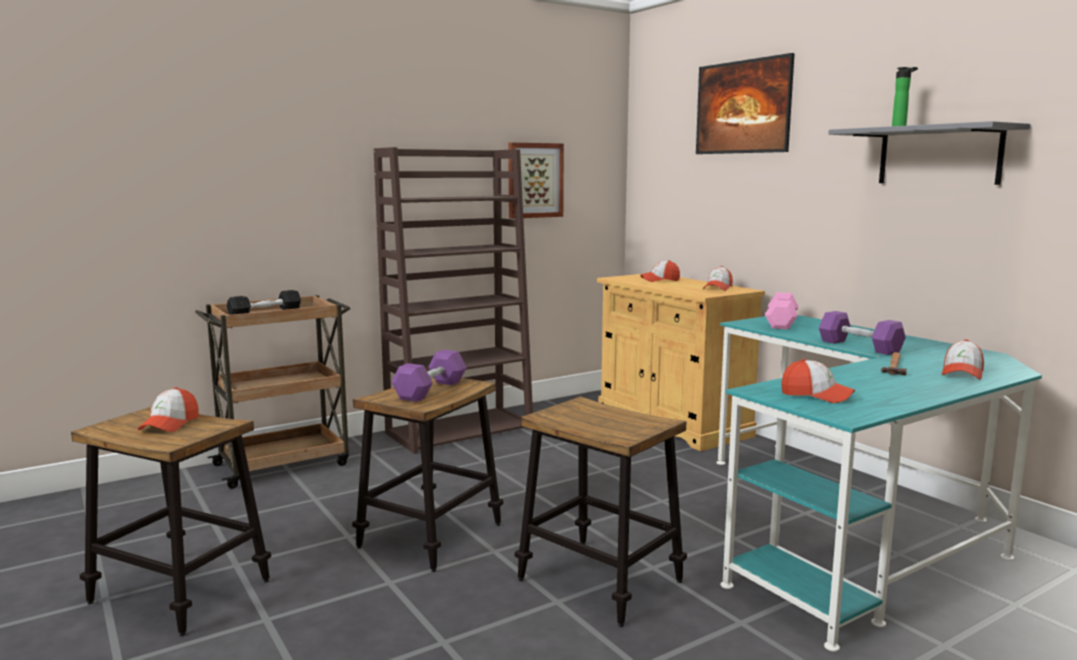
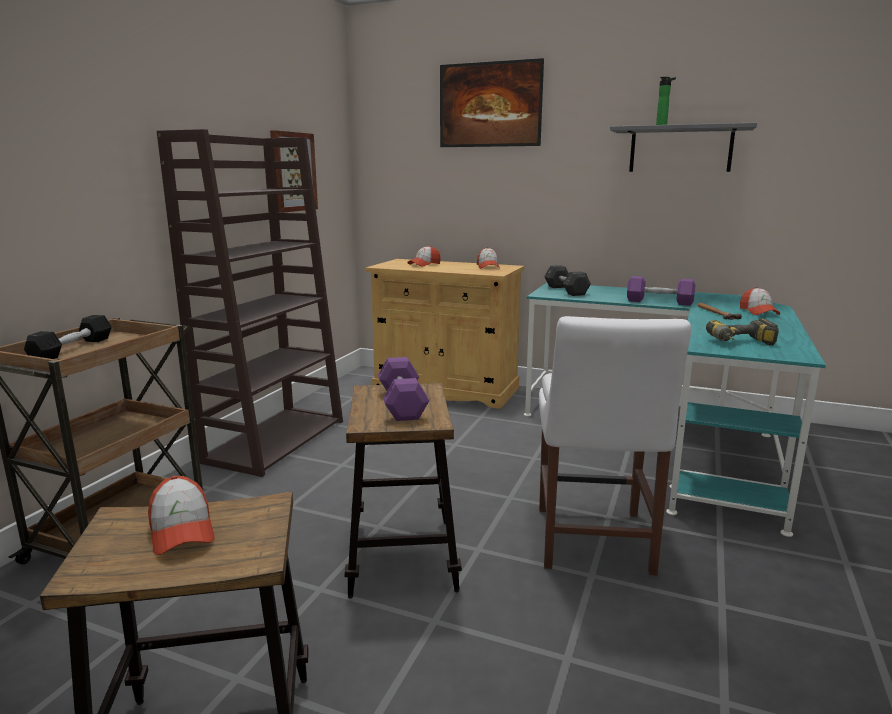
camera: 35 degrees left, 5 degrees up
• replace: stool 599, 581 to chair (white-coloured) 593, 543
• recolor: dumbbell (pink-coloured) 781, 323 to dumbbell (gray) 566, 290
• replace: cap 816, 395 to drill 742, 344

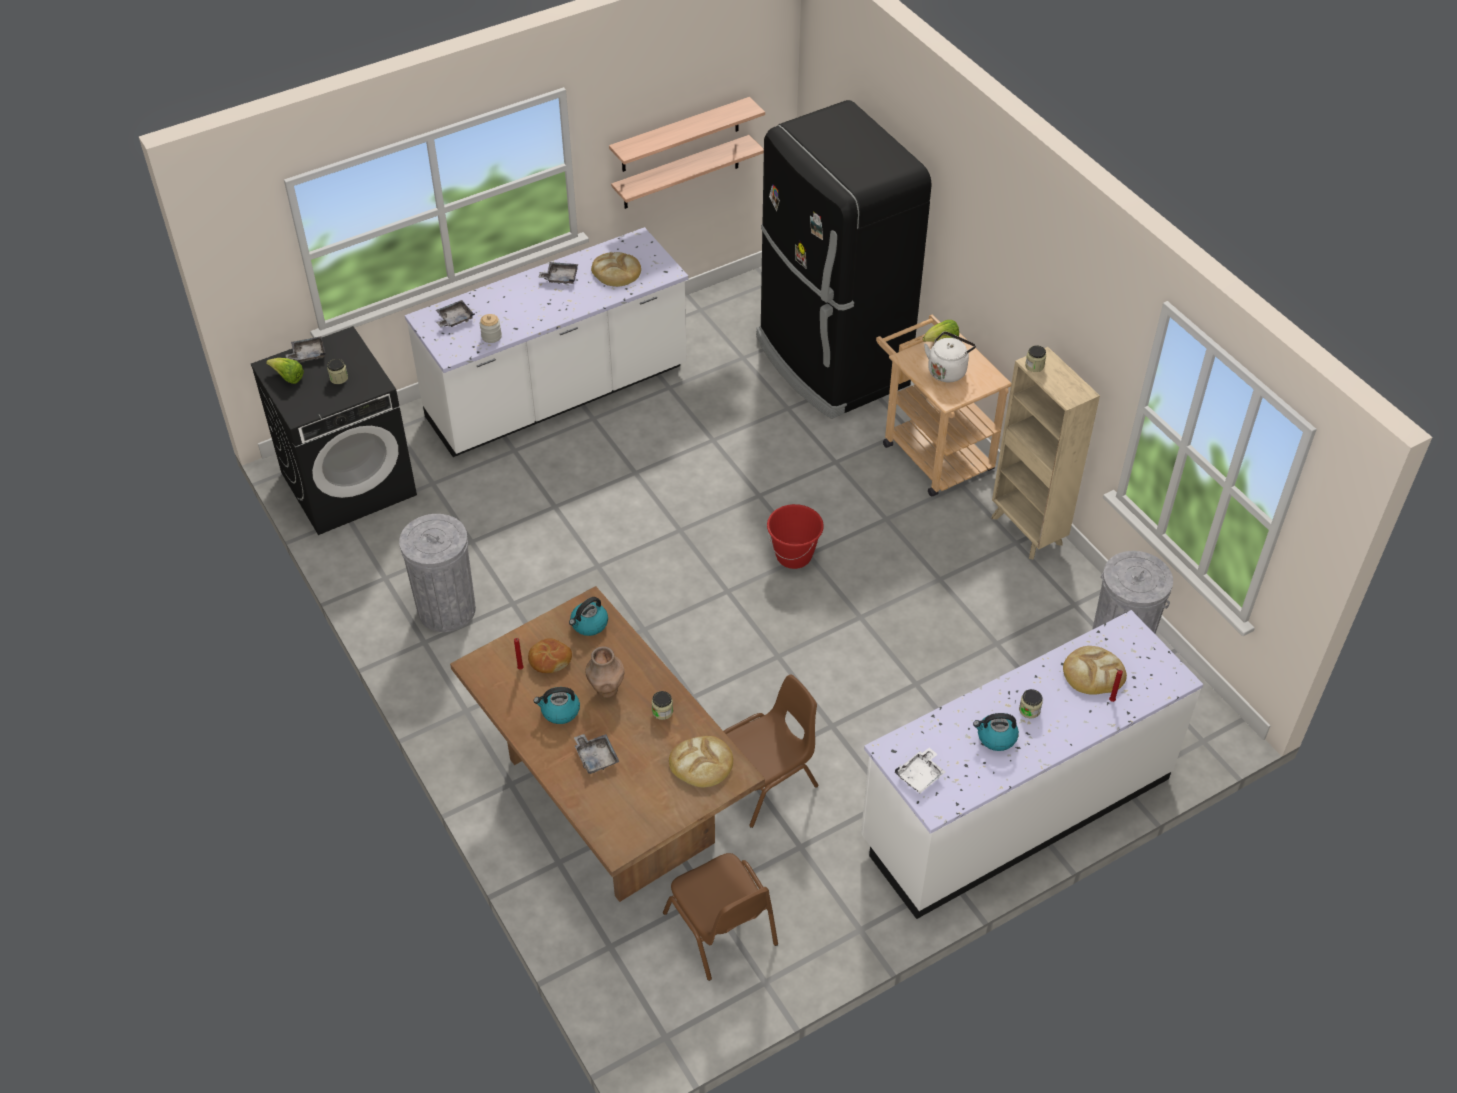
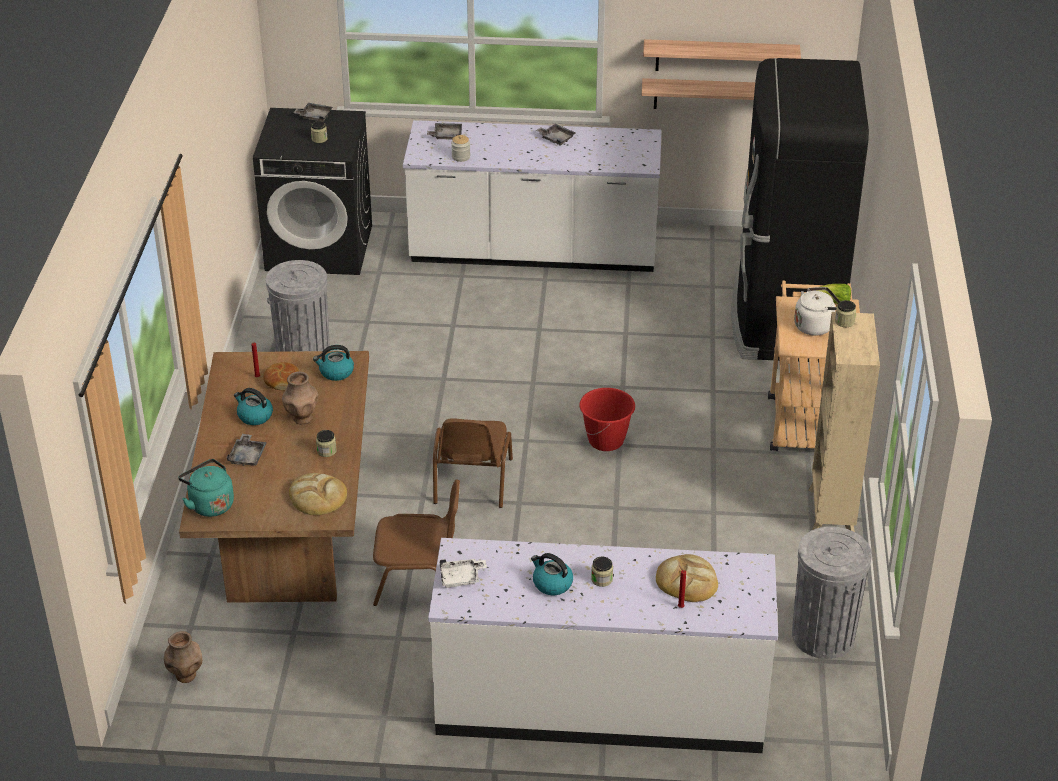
camera: 35 degrees right, 10 degrees down
• delete: lettuce head 288, 377
• delete: bakery bread 616, 272
• move: chair (brown-coloured) 722, 930 to 471, 482
• insert: decorative vase (brown-coloured) 186, 676
• insert: tea kettle (turquoise-coloured) 209, 504

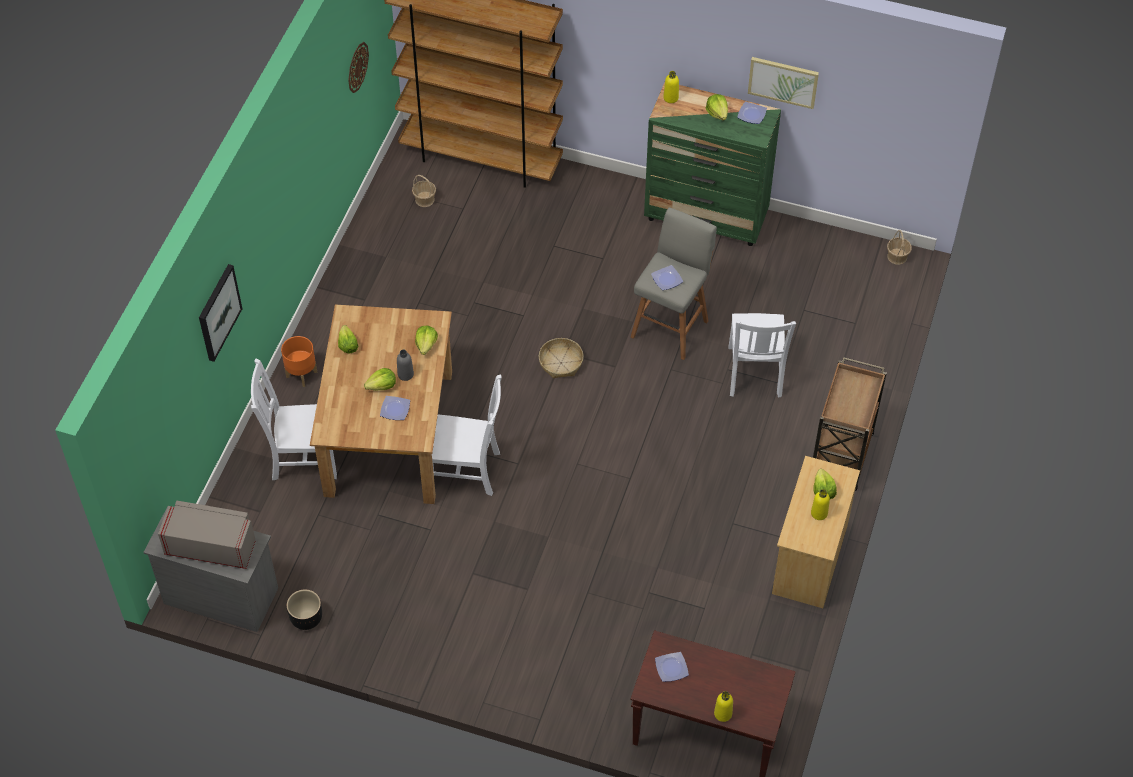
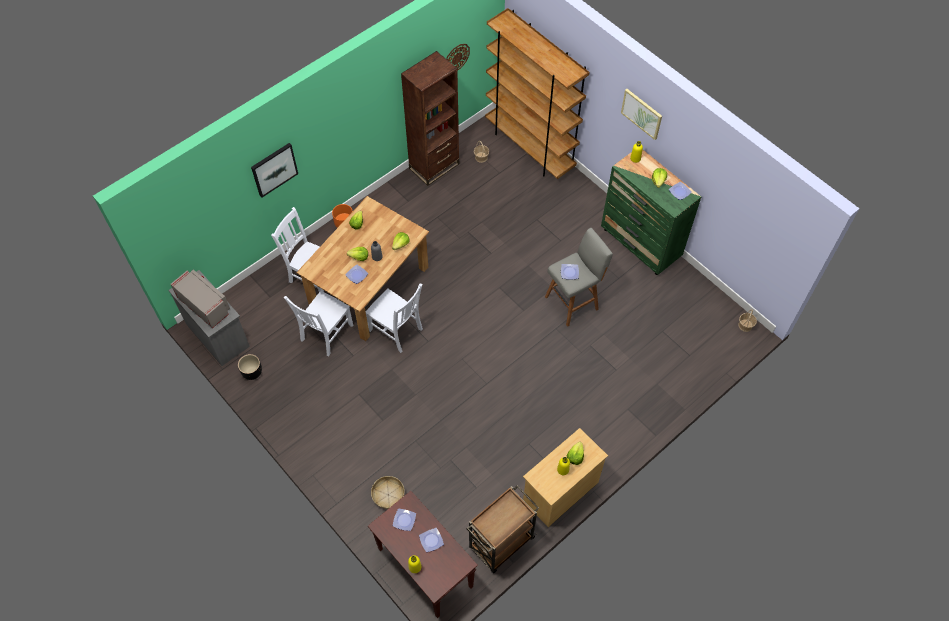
camera: 30 degrees right, 5 degrees up
• move: storage basket 561, 363 to 388, 495
• move: chair (white-coloured) 754, 373 to 325, 334
• move: wall picture 783, 81 to 642, 113
• move: trolley (brown-coloured) 841, 458 to 501, 544
• insert: shelving unit (brown-coloured) 434, 166
• insert: plate 432, 540

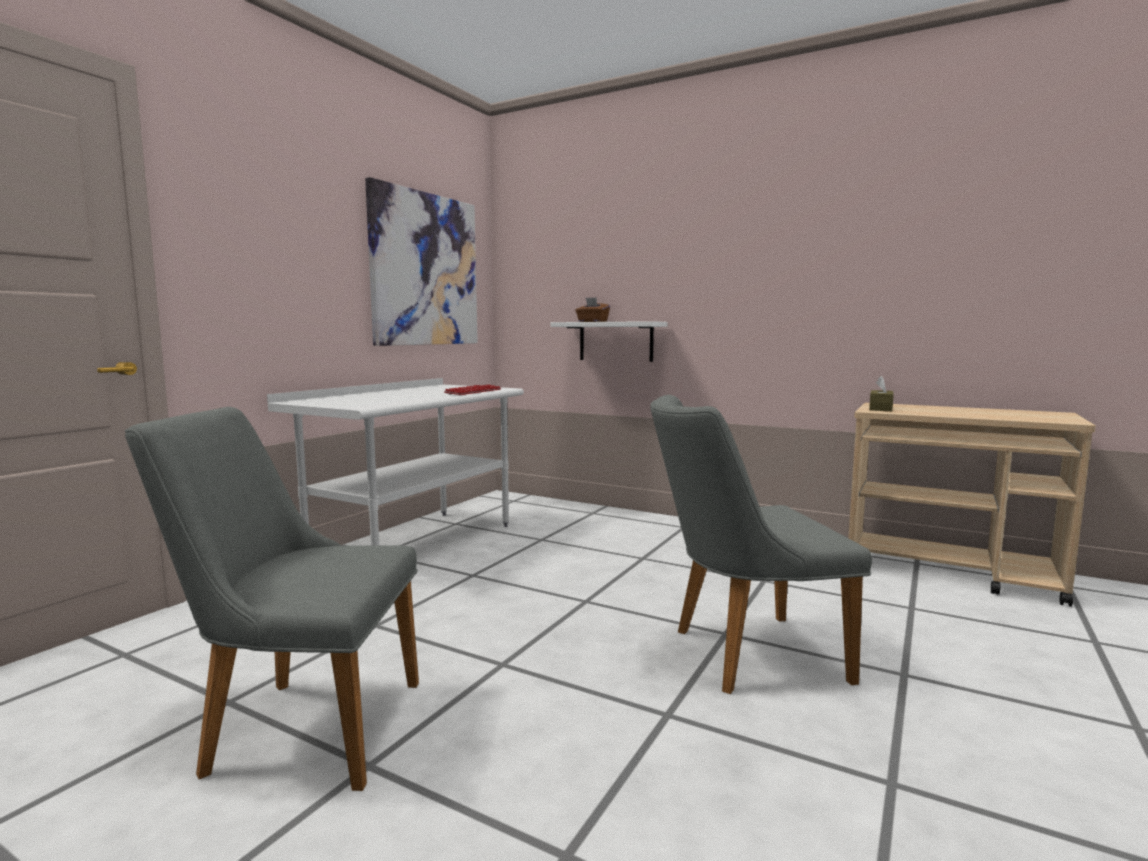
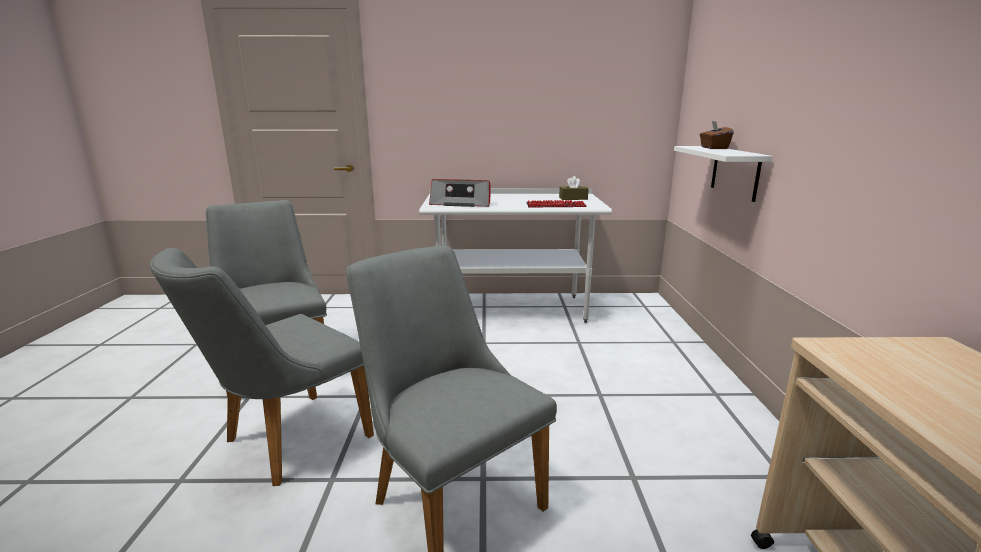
camera: 60 degrees right, 10 degrees up
• delete: wall picture 425, 270
• move: tissue box (brown-coloured) 880, 408 to 573, 198
• insert: chair (gray) 285, 443
• insert: radio receiver 461, 203

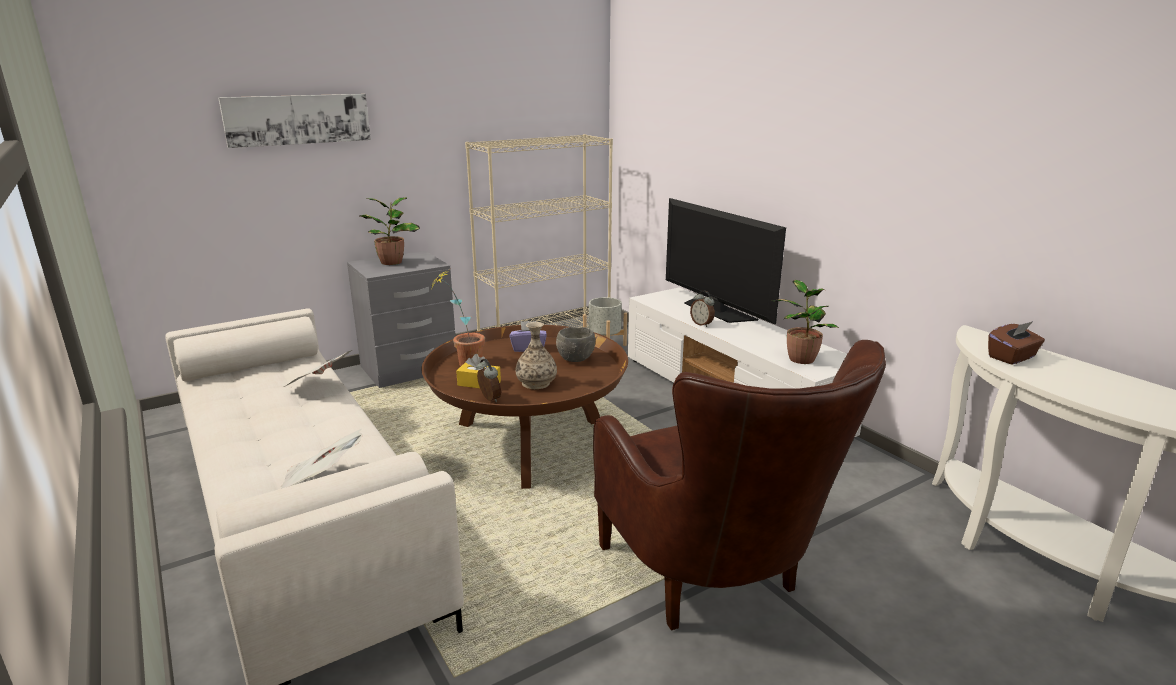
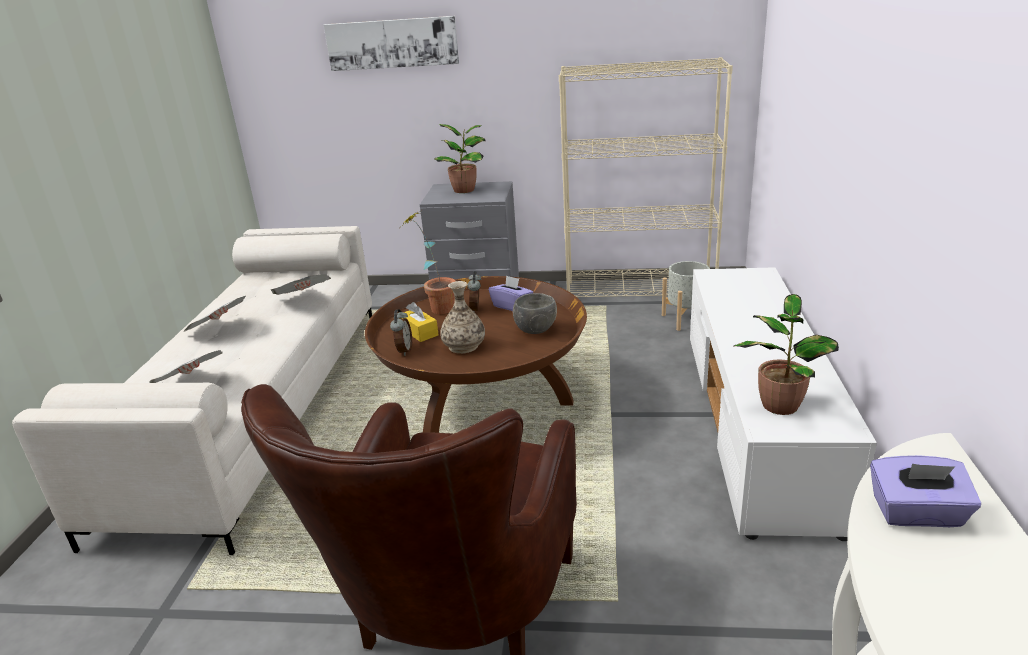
camera: 40 degrees right, 5 degrees up
• delete: TV 716, 310
• move: bedside clock 702, 324 to 476, 309
• recolor: tissue box (brown-coloured) 1012, 357 to tissue box (purple) 917, 513
• insert: newspaper 219, 330

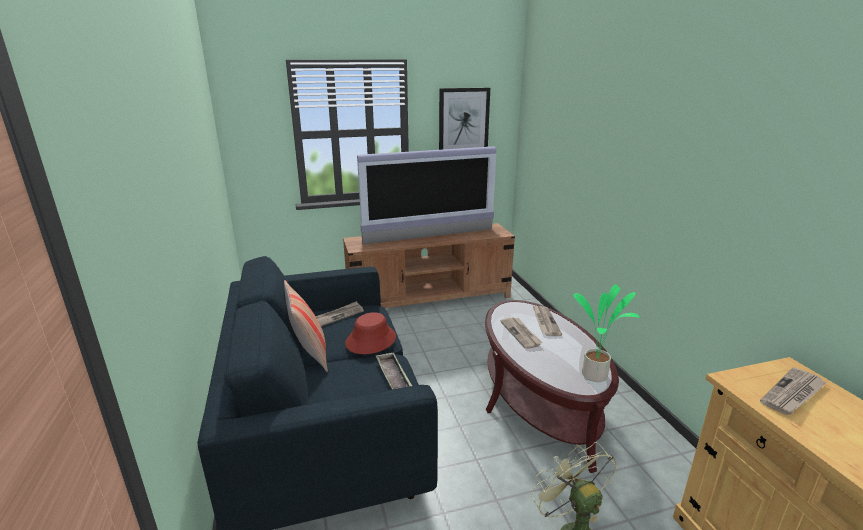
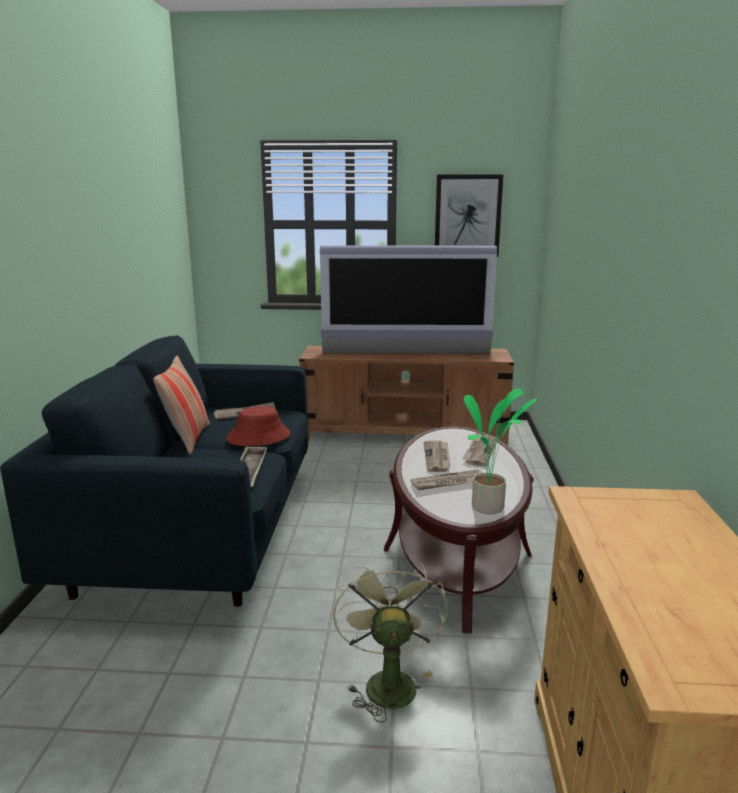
camera: 20 degrees right, 5 degrees down
• move: newspaper 793, 394 to 449, 483

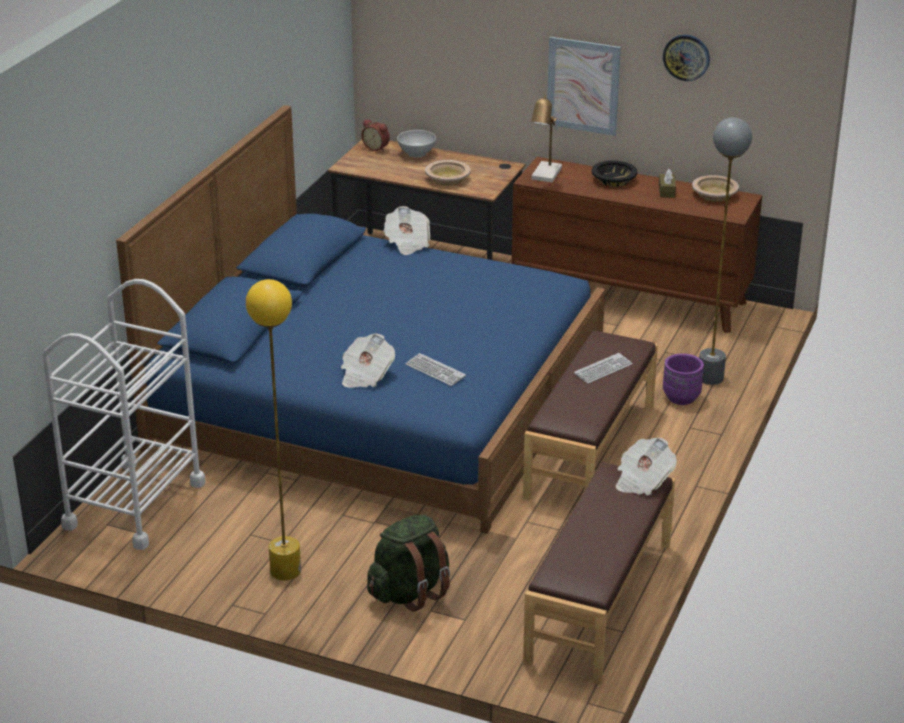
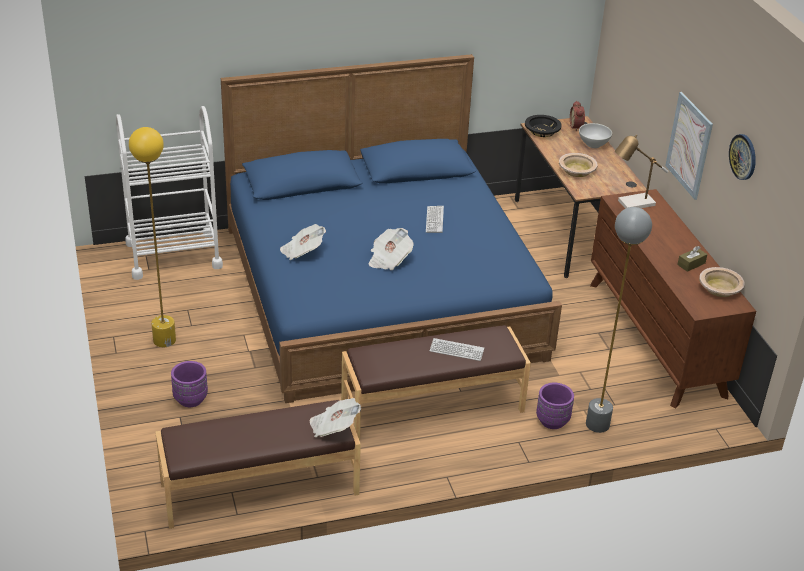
camera: 50 degrees right, 5 degrees up
• replace: backpack (green-coloured) 410, 592 to planter (purple) 190, 399
• move: newspaper 407, 243 to 389, 259
• move: PC keyboard 435, 371 to 434, 220
• move: deep dish (black) 614, 180 to 542, 131

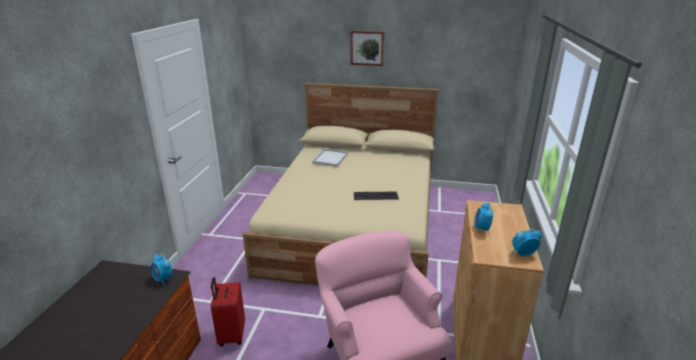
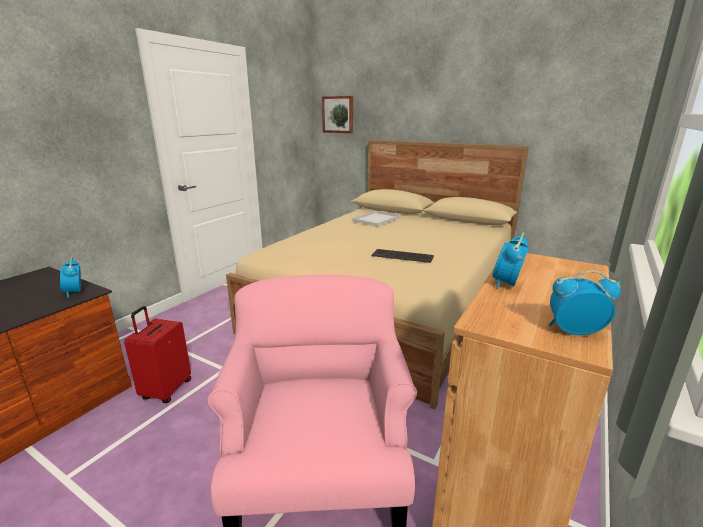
camera: 20 degrees right, 5 degrees down
• move: wall picture 367, 48 to 338, 114

